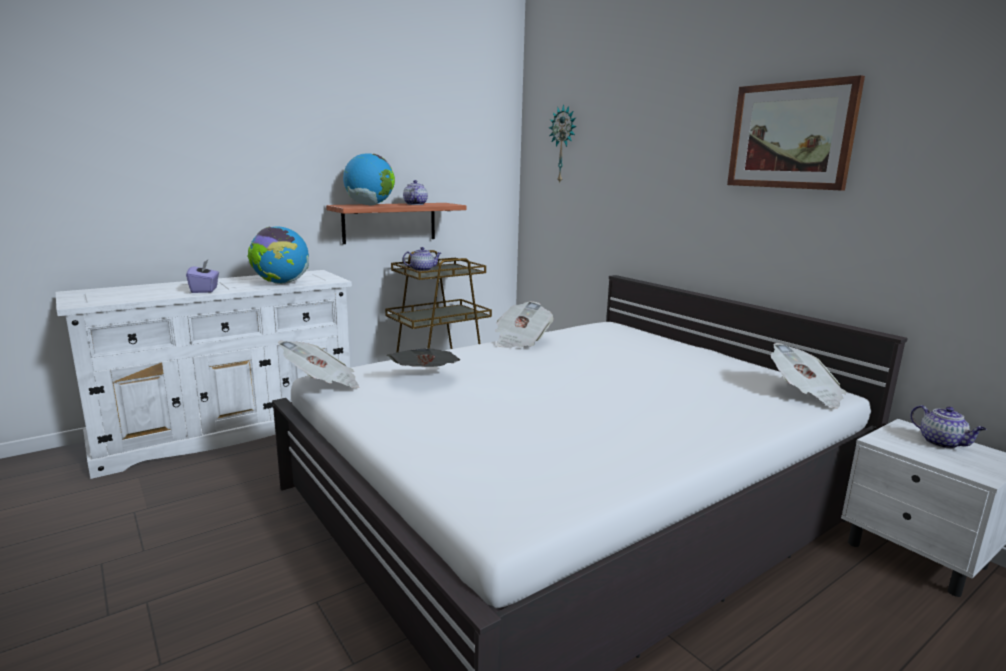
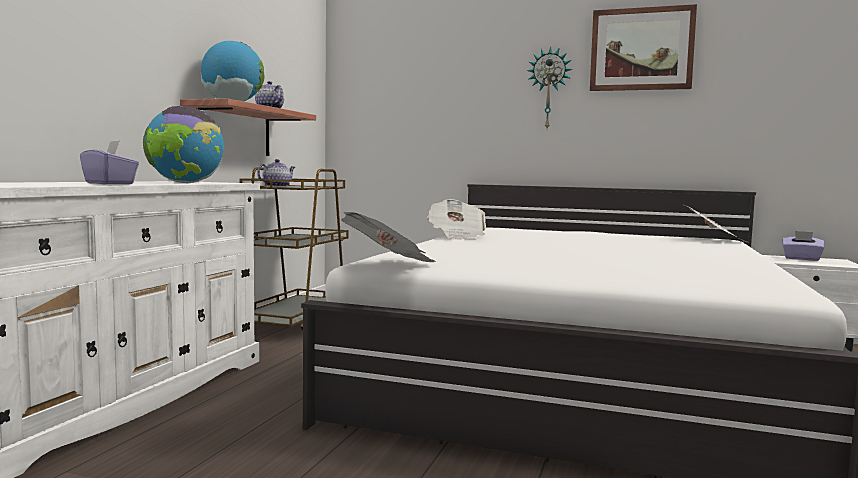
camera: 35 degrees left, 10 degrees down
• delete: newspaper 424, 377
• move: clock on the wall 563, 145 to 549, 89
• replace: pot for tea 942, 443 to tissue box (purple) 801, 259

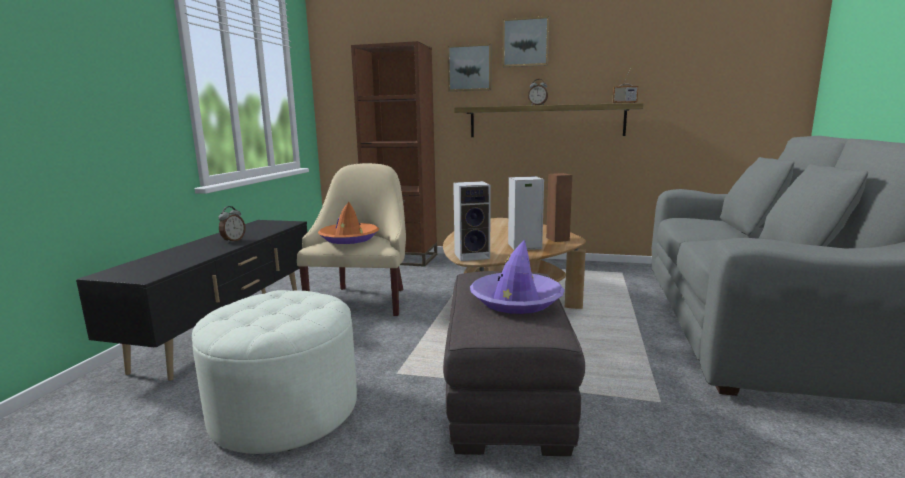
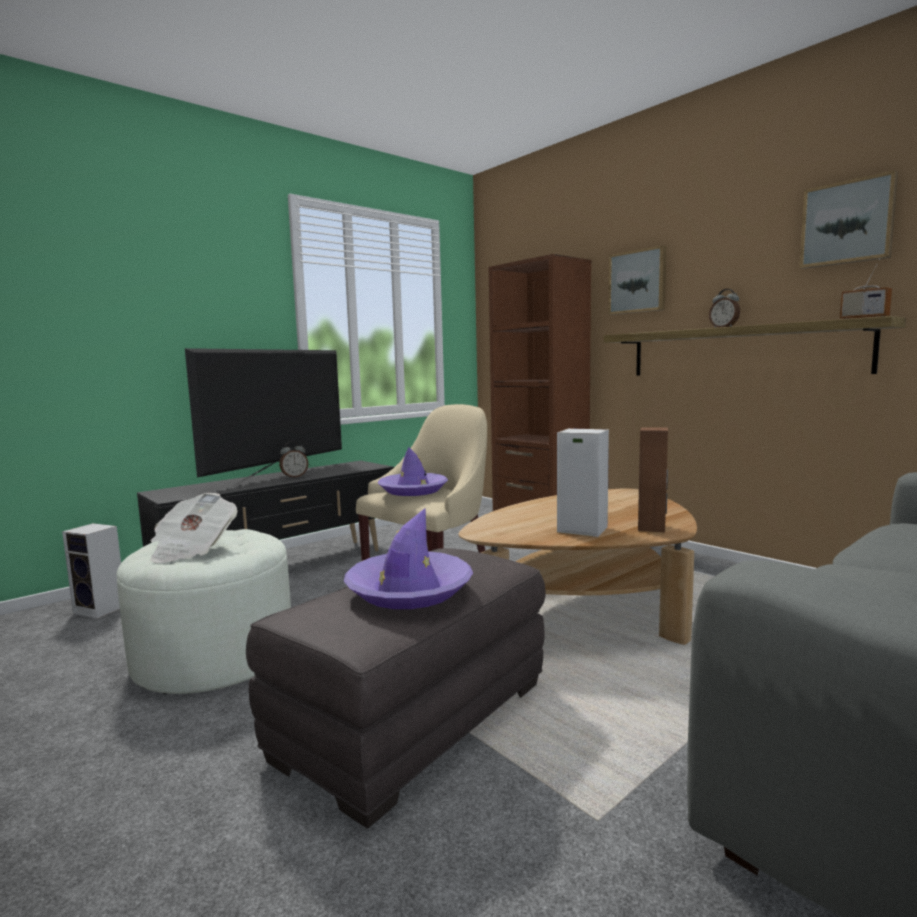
camera: 35 degrees right, 5 degrees down
• recolor: hat (orangey) 349, 238 to hat (purple) 413, 490
• move: loudspeaker 473, 256 to 102, 609
• move: wall picture 525, 42 to 847, 223
• insert: newspaper 192, 549
• insert: TV 279, 475

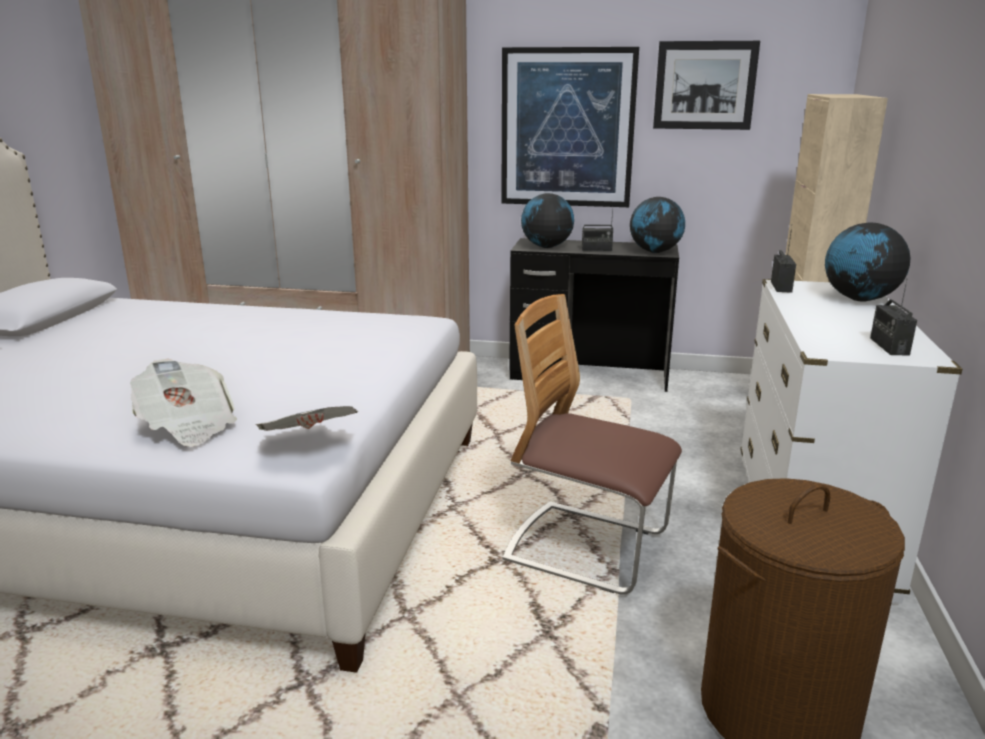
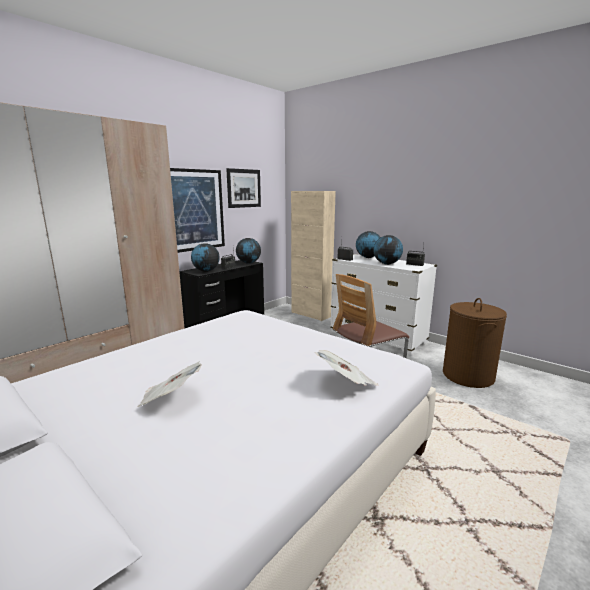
camera: 60 degrees left, 5 degrees down
• move: newspaper 309, 444 to 171, 398
• insert: globe 387, 264

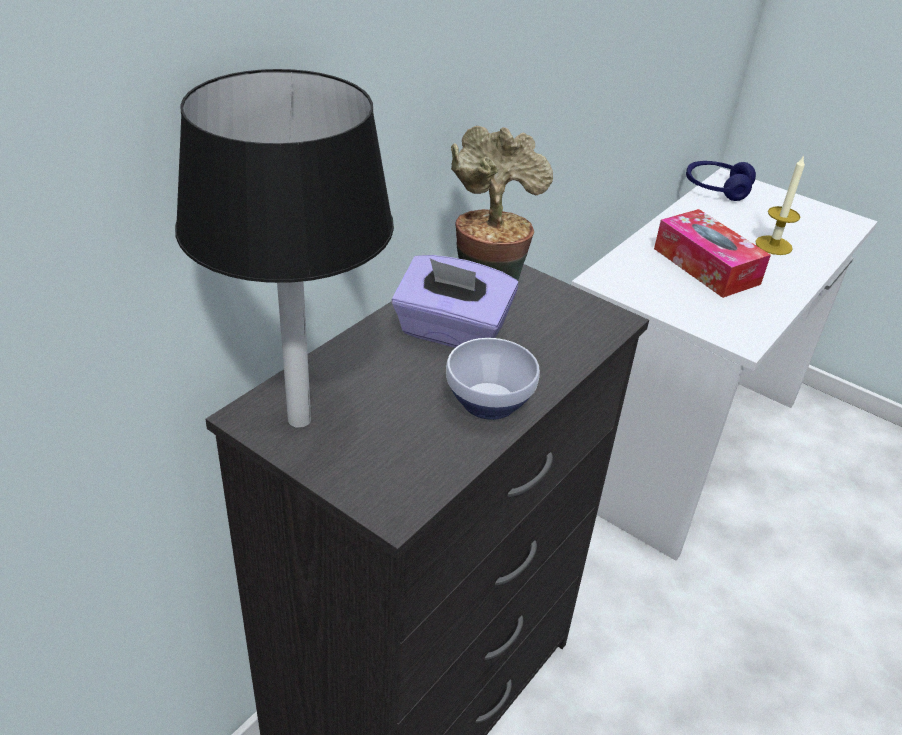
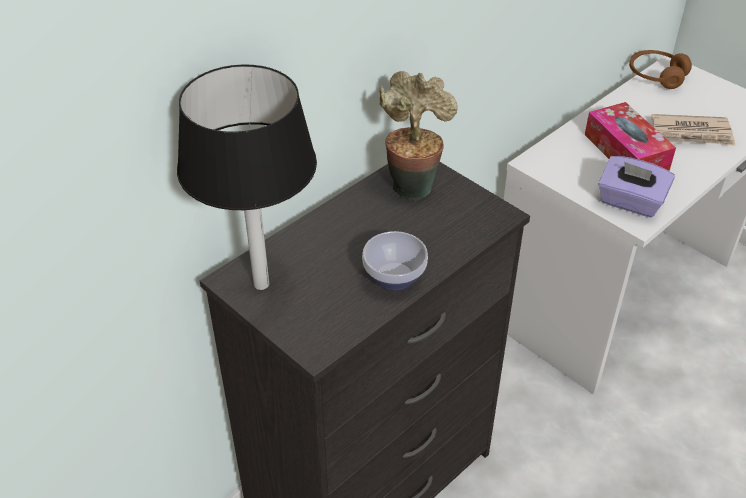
camera: 10 degrees right, 5 degrees up
• move: tissue box (purple) 451, 332 to 630, 202
• recolor: headphones (blue) 716, 189 to headphones (brown-coloured) 656, 76
• replace: candle 773, 245 to newspaper 692, 133

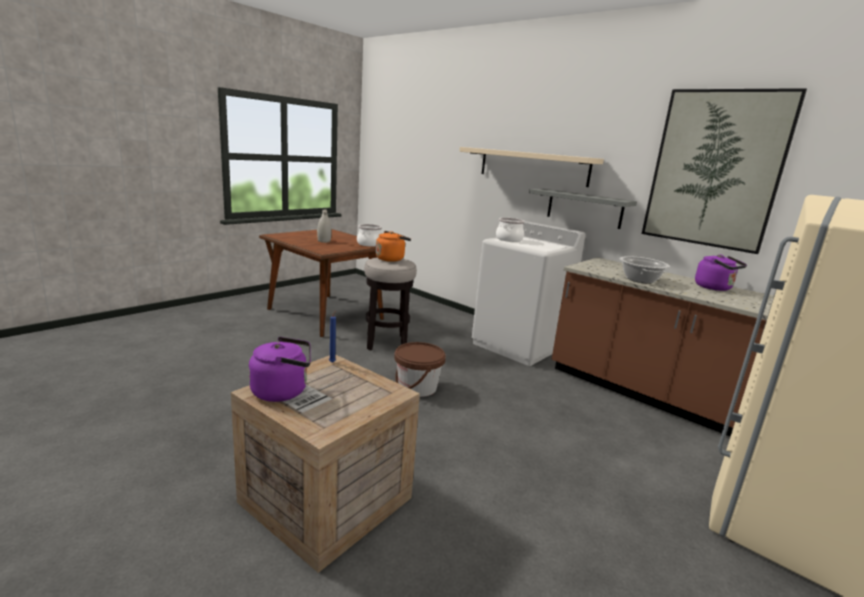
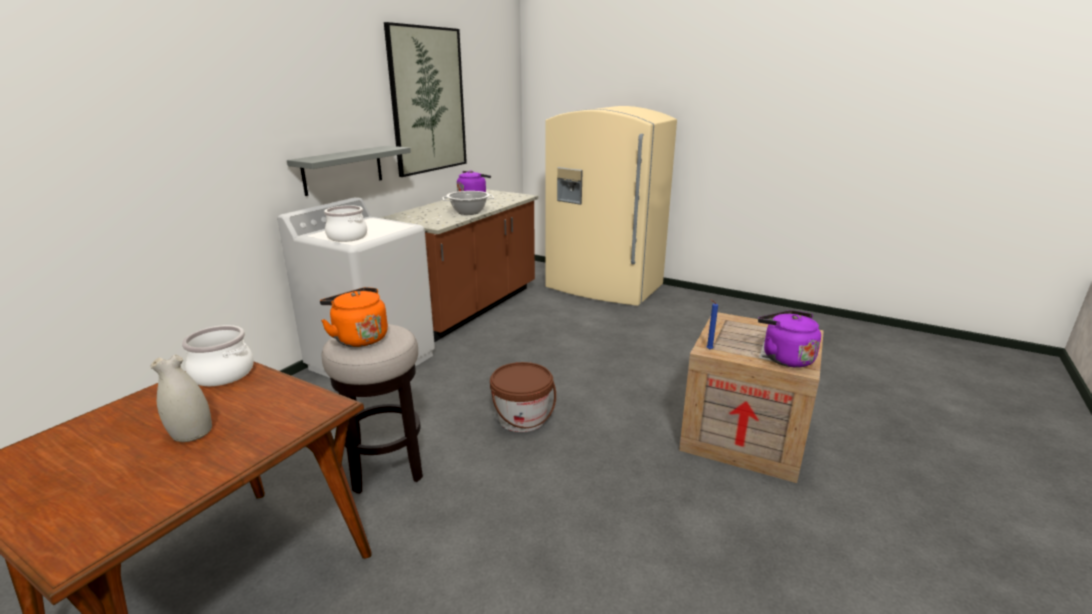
camera: 100 degrees left, 5 degrees up
• delete: shelf (sand-coloured) 533, 166

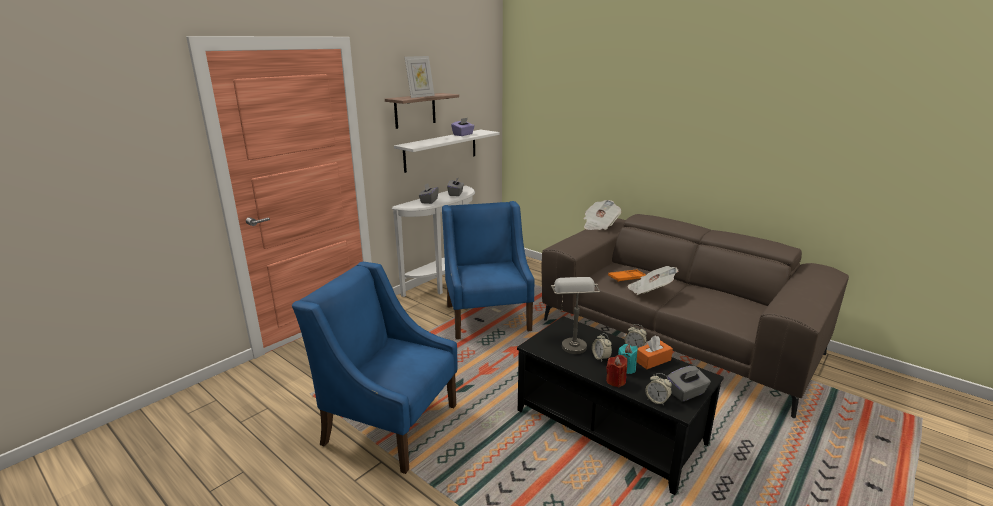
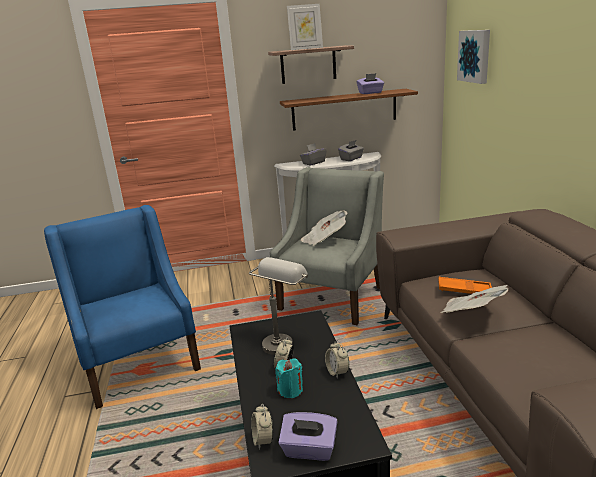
camera: 40 degrees right, 0 degrees up
• recolor: shelf (white-coloured) 441, 150 to shelf (brown-coloured) 344, 109
• recolor: lounge chair (blue) 487, 317 to lounge chair (gray) 332, 298
• move: newspaper 599, 225 to 324, 239
• delete: candle (reddish) 615, 381
• delete: tissue box (orangey) 652, 360
• recolor: tissue box (gray) 686, 393 to tissue box (purple) 309, 450
• insert: wall picture 475, 56

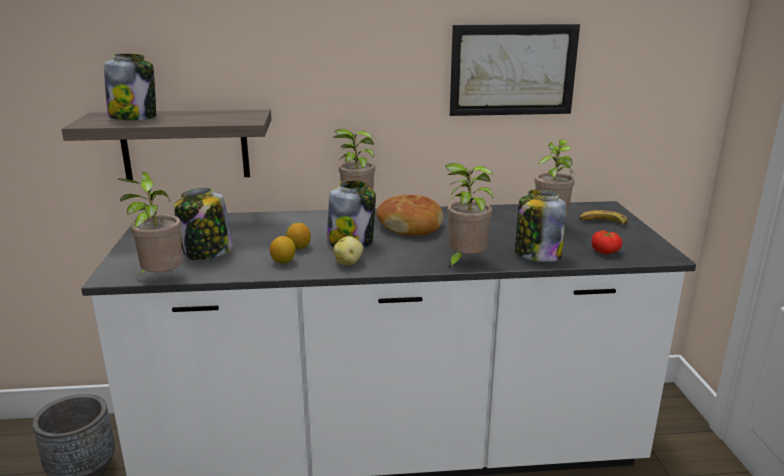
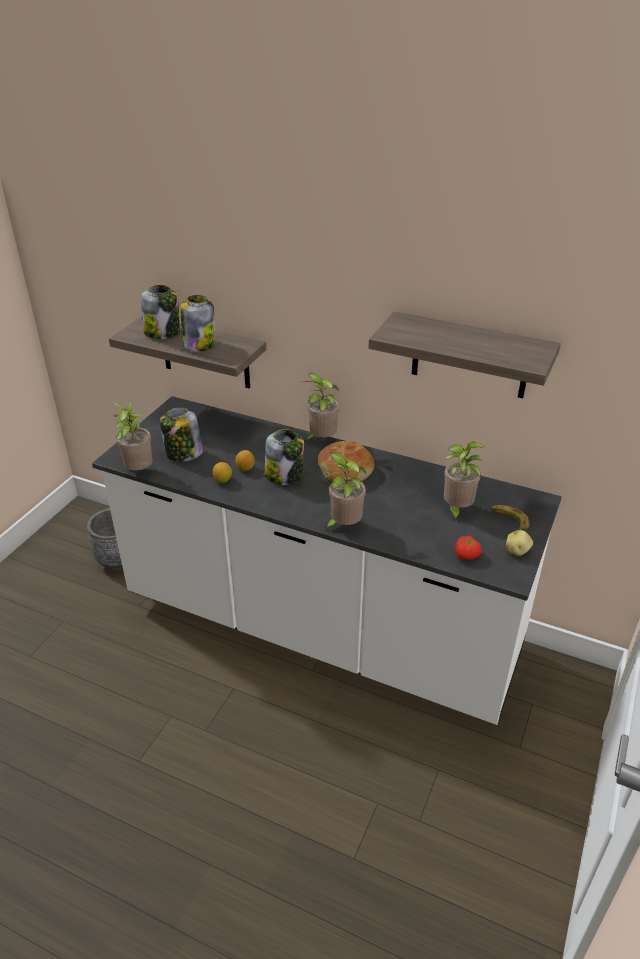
camera: 30 degrees right, 15 degrees up
• move: spud 349, 262 to 517, 551
• replace: wall picture 513, 70 to shelf 470, 356
• move: preserve jar 536, 255 to 199, 344

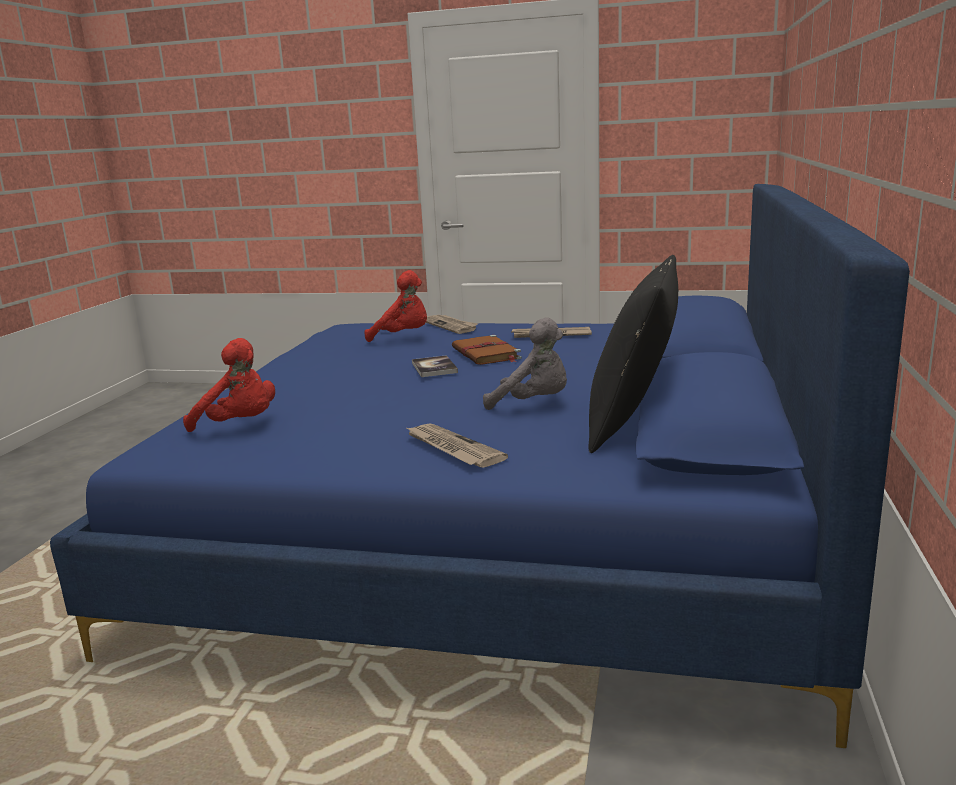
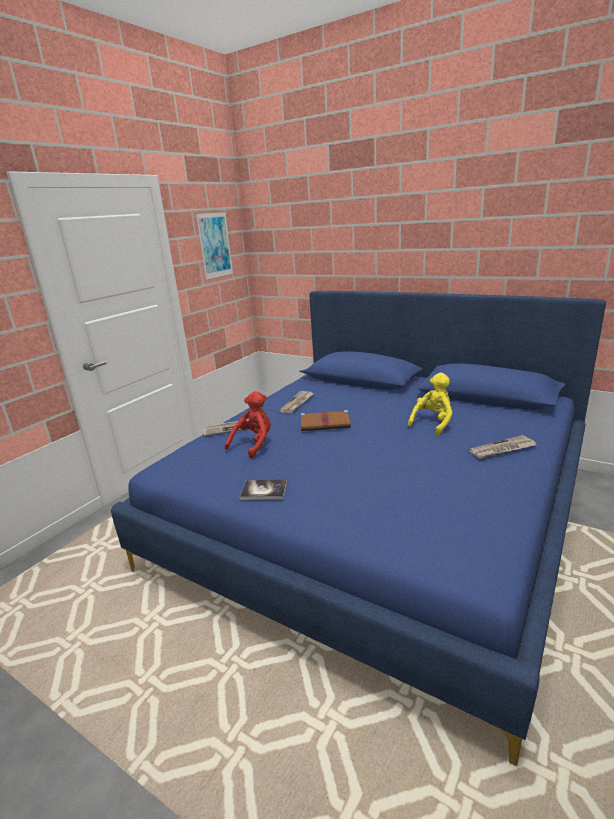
camera: 70 degrees left, 5 degrees up
• delete: plush toy (reddish) 240, 425
• move: bound book 434, 368 to 264, 491
• recolor: plush toy (gray) 533, 404 to plush toy (yellow) 433, 423
• delete: pillow (black) 633, 422
• insert: wall picture 215, 245

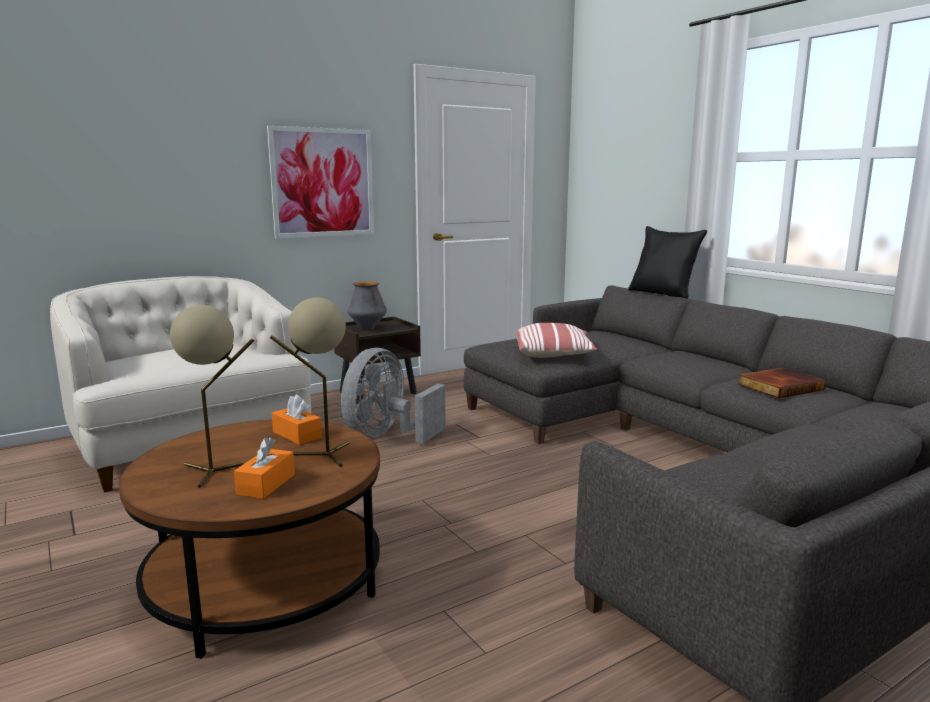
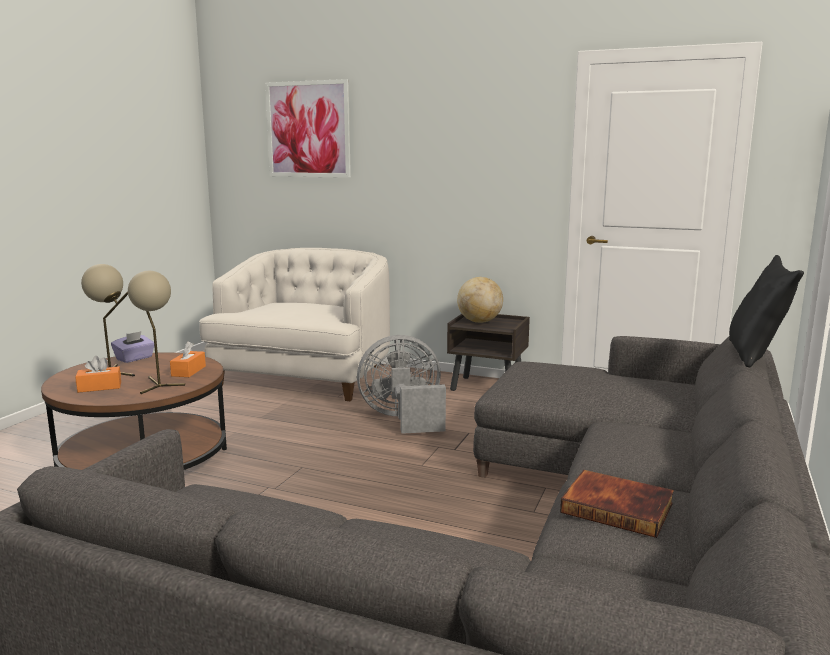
camera: 55 degrees right, 0 degrees up
• move: wall picture 322, 183 to 308, 129
• replace: decorative vase 367, 328 to globe 479, 322
• delete: pillow 554, 354
• insert: tissue box (purple) 135, 358

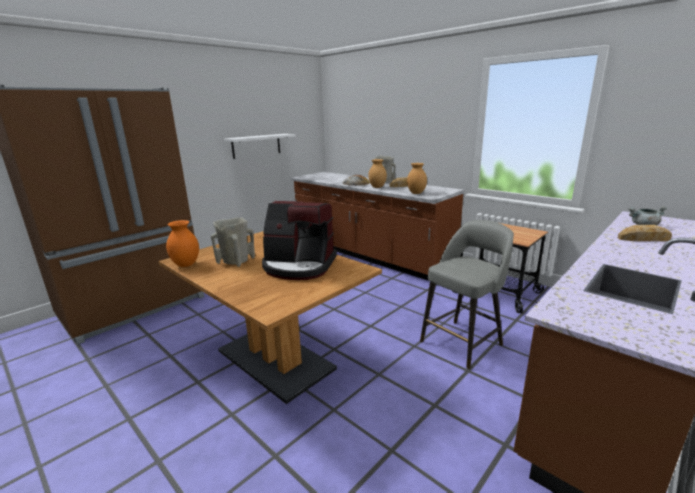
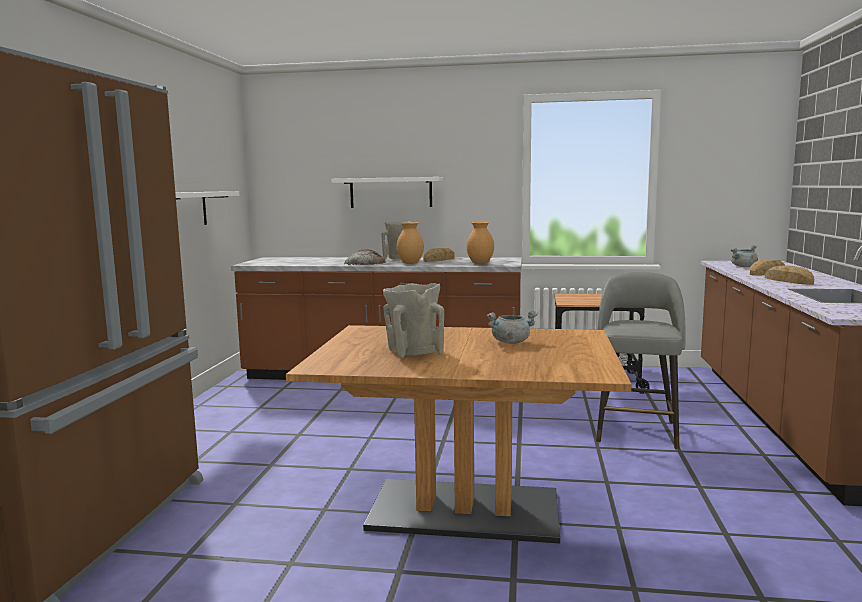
camera: 35 degrees left, 10 degrees down
• delete: decorative vase (orangey) 186, 265
• replace: coffee maker 299, 266 to cooking pot (gray) 511, 342
• insert: shelf (white-coloured) 391, 192
• insert: bakery bread 788, 281

